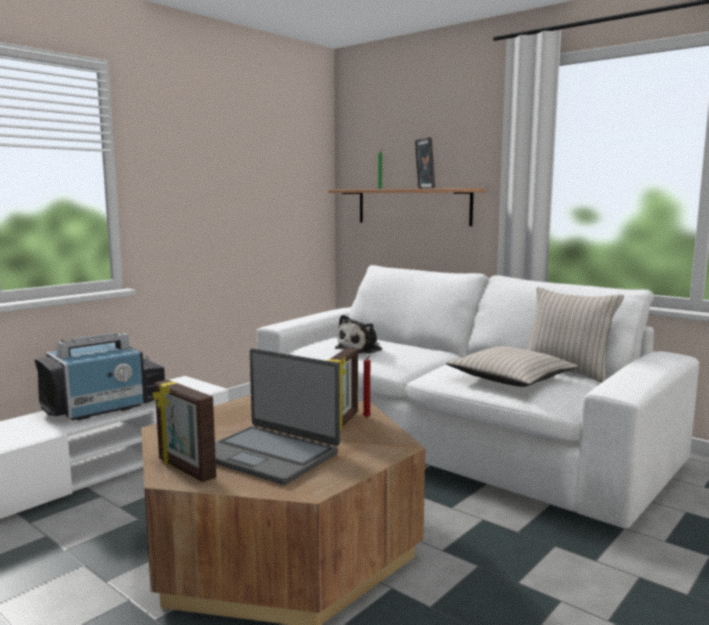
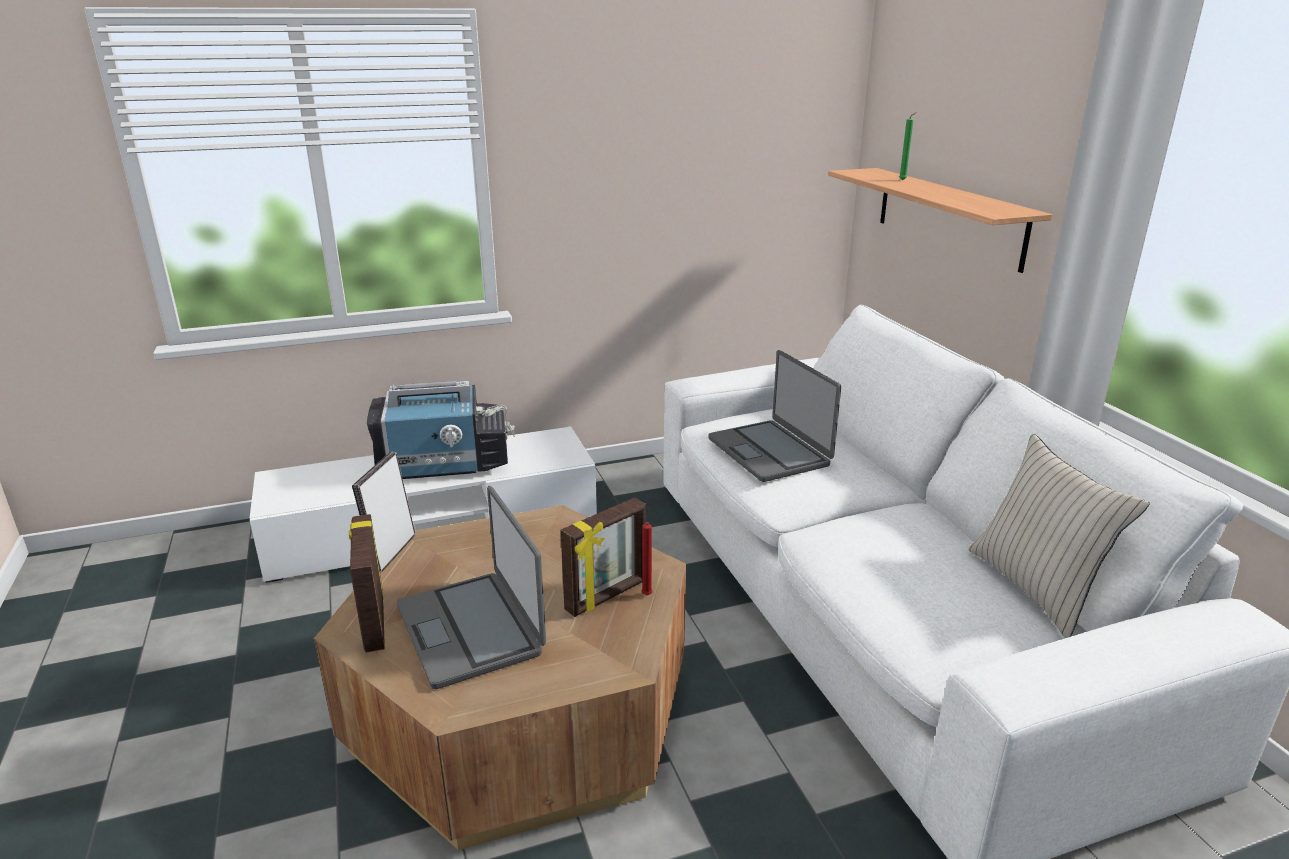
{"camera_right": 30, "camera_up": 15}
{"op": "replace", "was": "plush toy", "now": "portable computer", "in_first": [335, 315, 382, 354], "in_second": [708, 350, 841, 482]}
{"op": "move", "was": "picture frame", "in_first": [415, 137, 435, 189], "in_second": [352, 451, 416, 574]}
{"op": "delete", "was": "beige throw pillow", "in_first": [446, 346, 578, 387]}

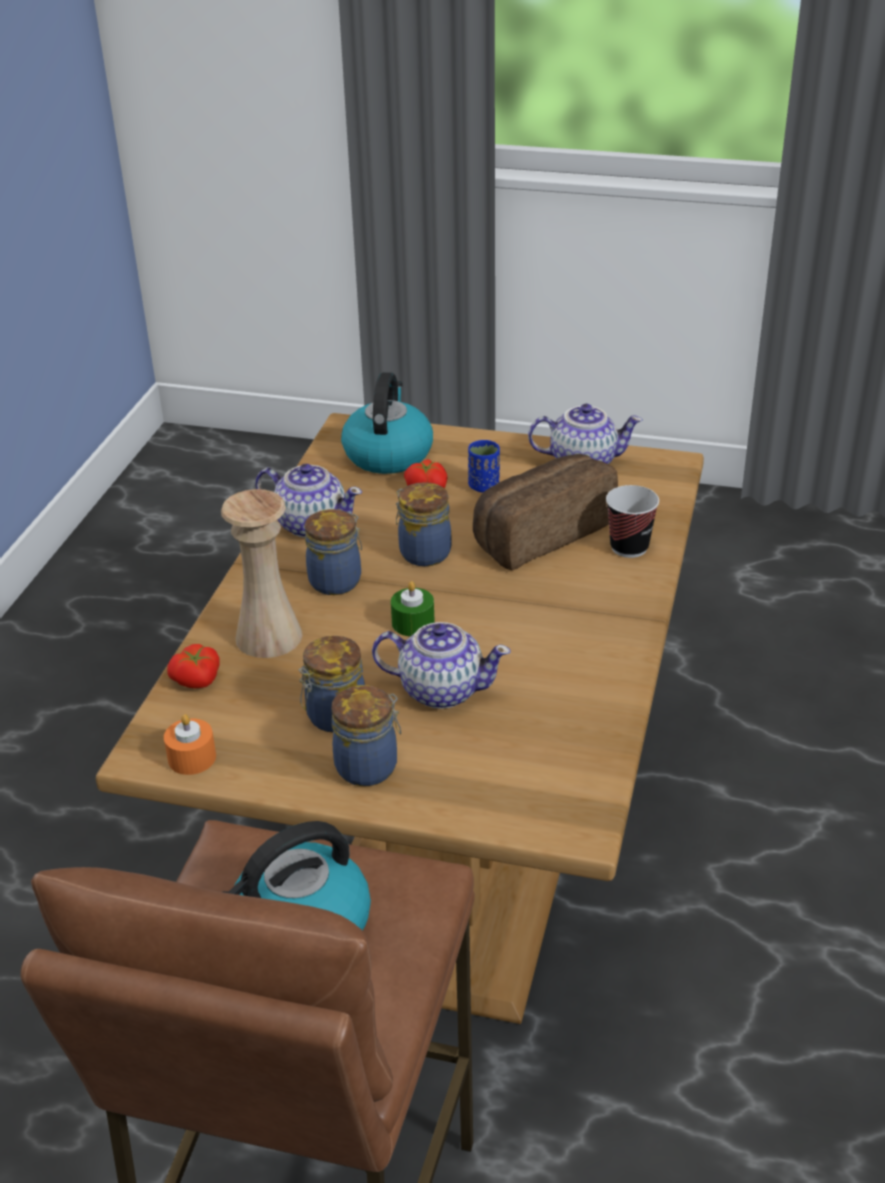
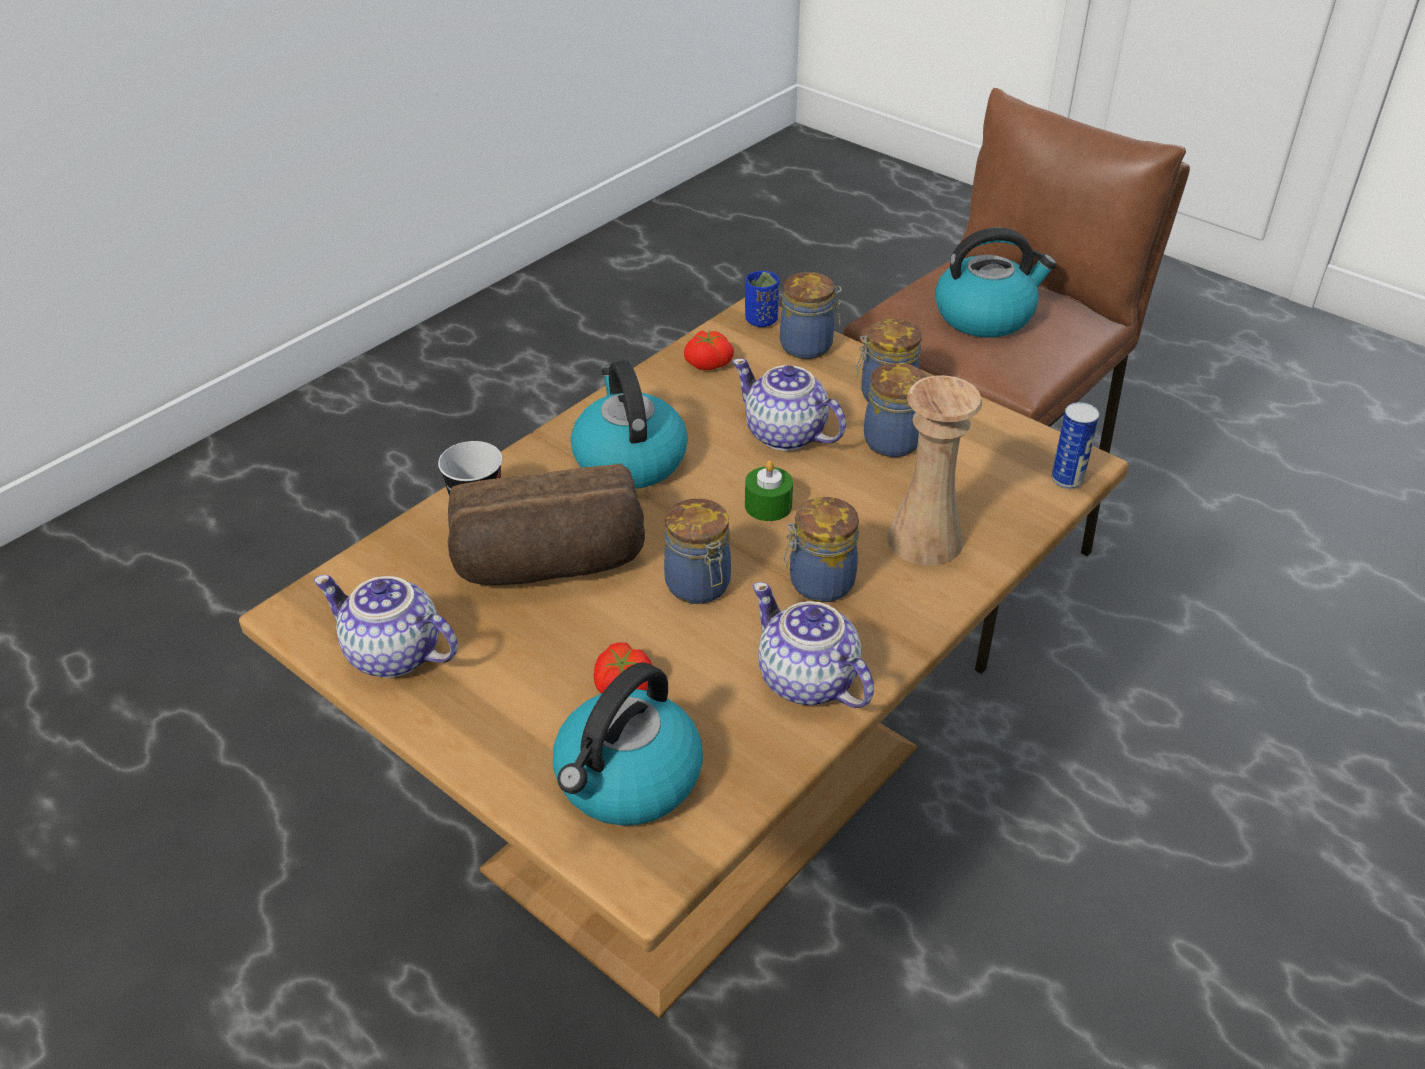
{"camera_right": -155, "camera_up": 5}
{"op": "delete", "was": "orange candle", "in_first": [164, 714, 216, 775]}
{"op": "move", "was": "fresh tomato", "in_first": [167, 644, 220, 688], "in_second": [684, 330, 734, 370]}
{"op": "move", "was": "blue cup", "in_first": [468, 440, 500, 492], "in_second": [745, 271, 779, 327]}
{"op": "insert", "now": "tea kettle", "in_second": [571, 360, 688, 489]}
{"op": "insert", "now": "jar", "in_second": [780, 272, 842, 359]}
{"op": "insert", "now": "sealed can", "in_second": [1051, 402, 1099, 489]}

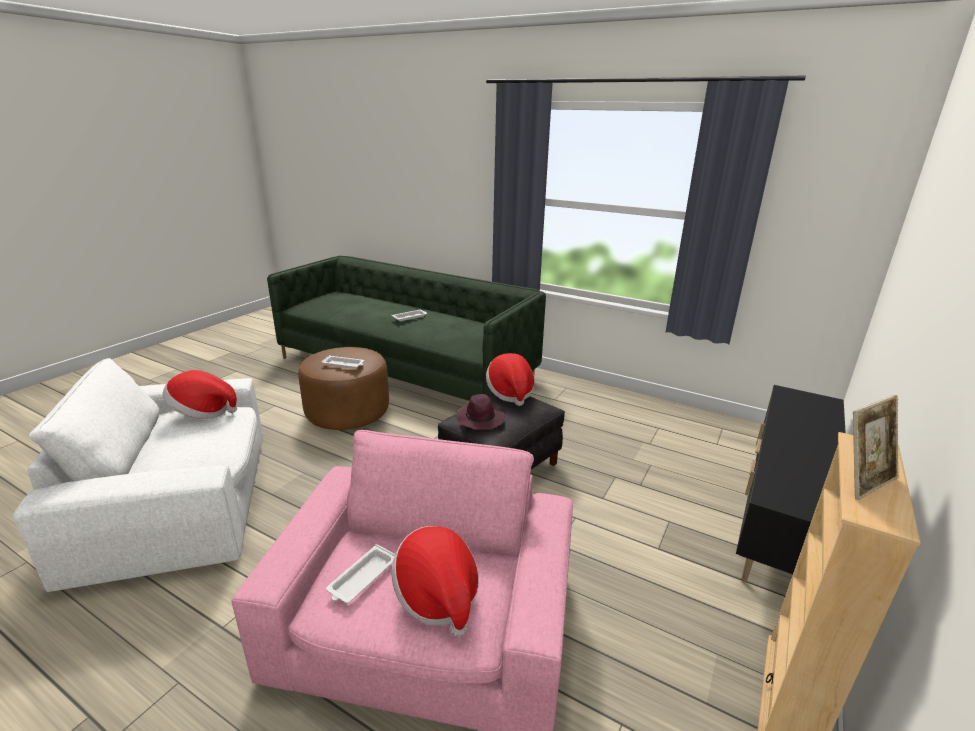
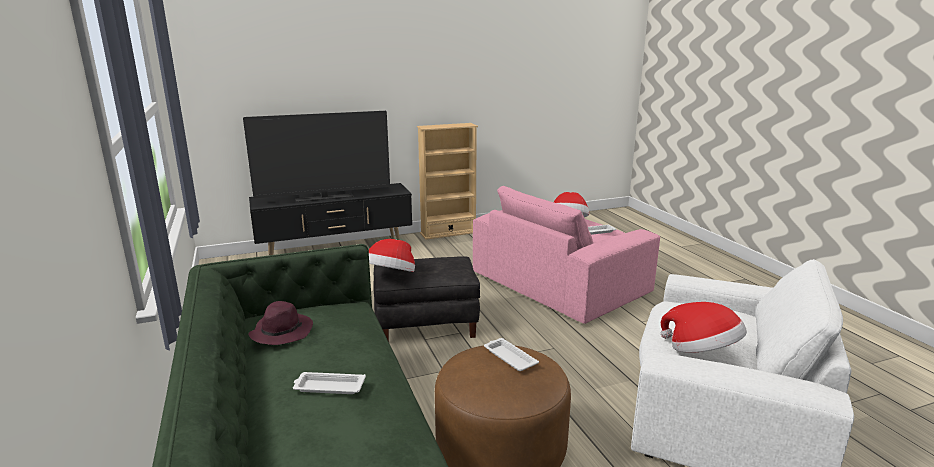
{"camera_right": -140, "camera_up": -5}
{"op": "move", "was": "purple wearable hat", "in_first": [457, 394, 505, 430], "in_second": [248, 301, 313, 345]}
{"op": "delete", "was": "picture frame", "in_first": [853, 395, 899, 500]}
{"op": "insert", "now": "TV", "in_second": [243, 111, 390, 202]}

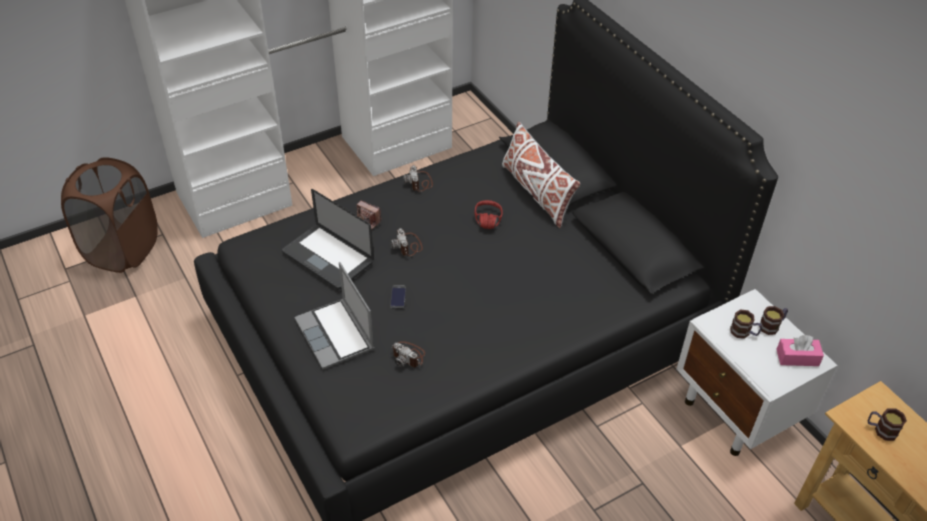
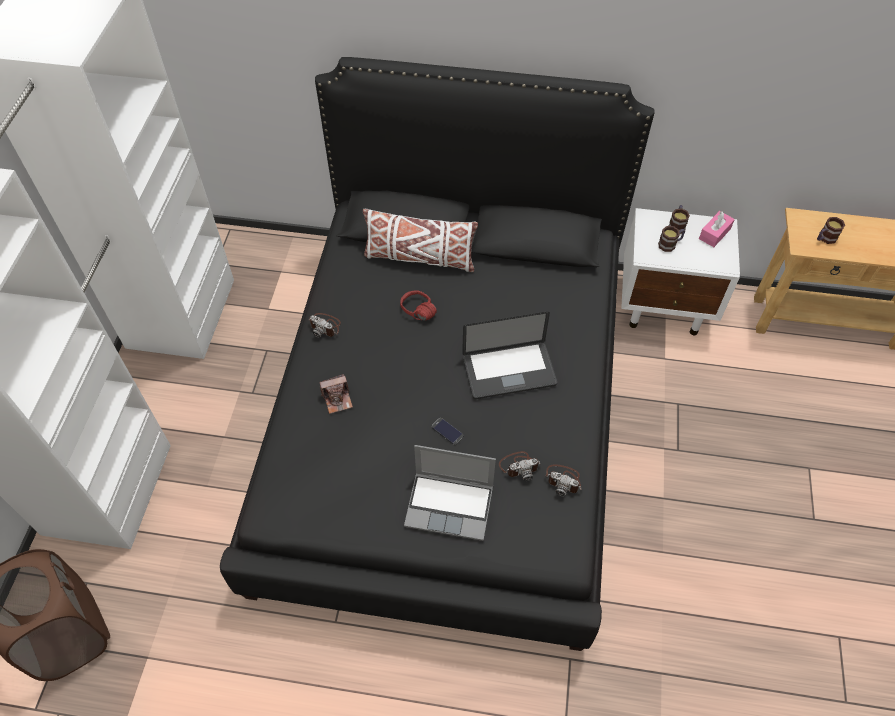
{"camera_right": -50, "camera_up": 10}
{"op": "move", "was": "portable computer", "in_first": [282, 189, 374, 290], "in_second": [462, 311, 557, 399]}
{"op": "move", "was": "photo camera", "in_first": [391, 228, 423, 256], "in_second": [545, 464, 582, 496]}

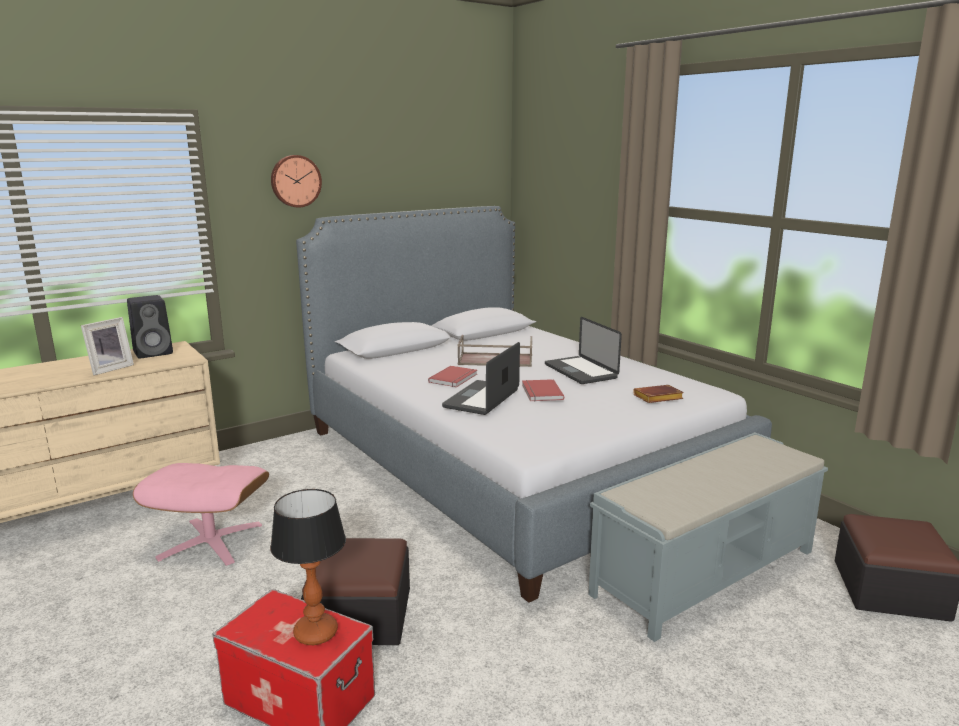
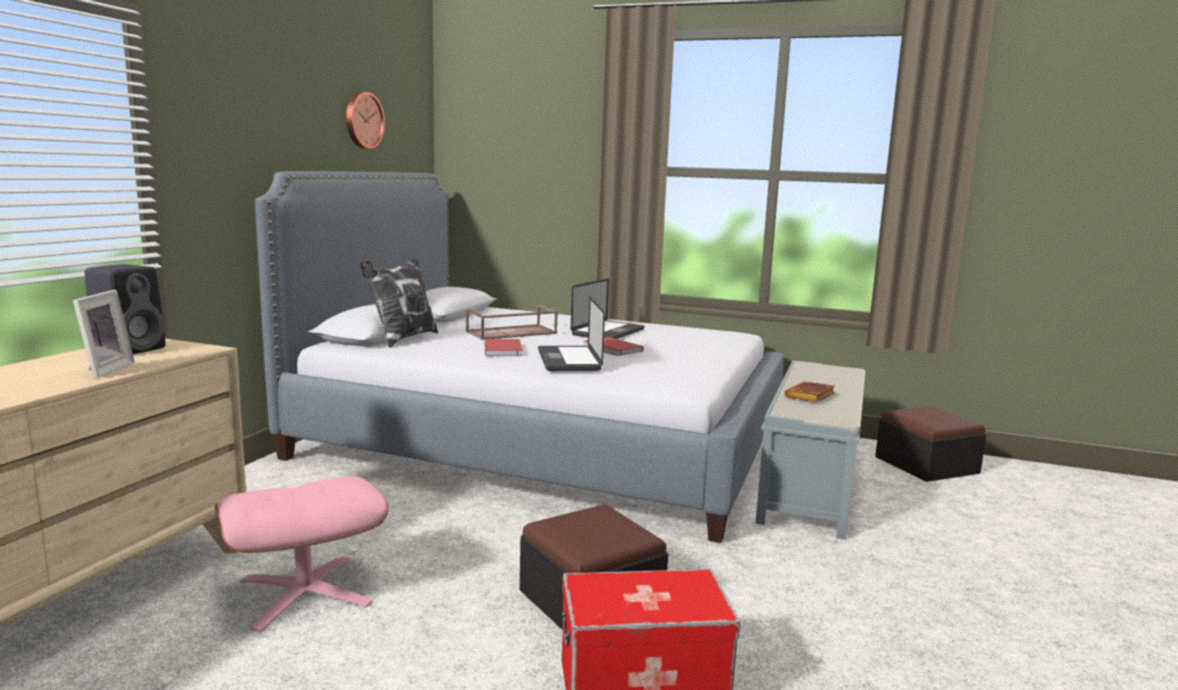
{"camera_right": -35, "camera_up": -5}
{"op": "delete", "was": "table lamp", "in_first": [270, 489, 346, 645]}
{"op": "move", "was": "hanging clock", "in_first": [271, 155, 322, 208], "in_second": [346, 92, 385, 149]}
{"op": "rotate", "was": "portable computer", "in_first": [545, 317, 622, 384], "in_second": [571, 278, 644, 339], "clockwise": -90}
{"op": "move", "was": "brownish bound book", "in_first": [633, 385, 684, 403], "in_second": [784, 381, 835, 402]}
{"op": "insert", "now": "throw pillow", "in_second": [360, 258, 438, 348]}

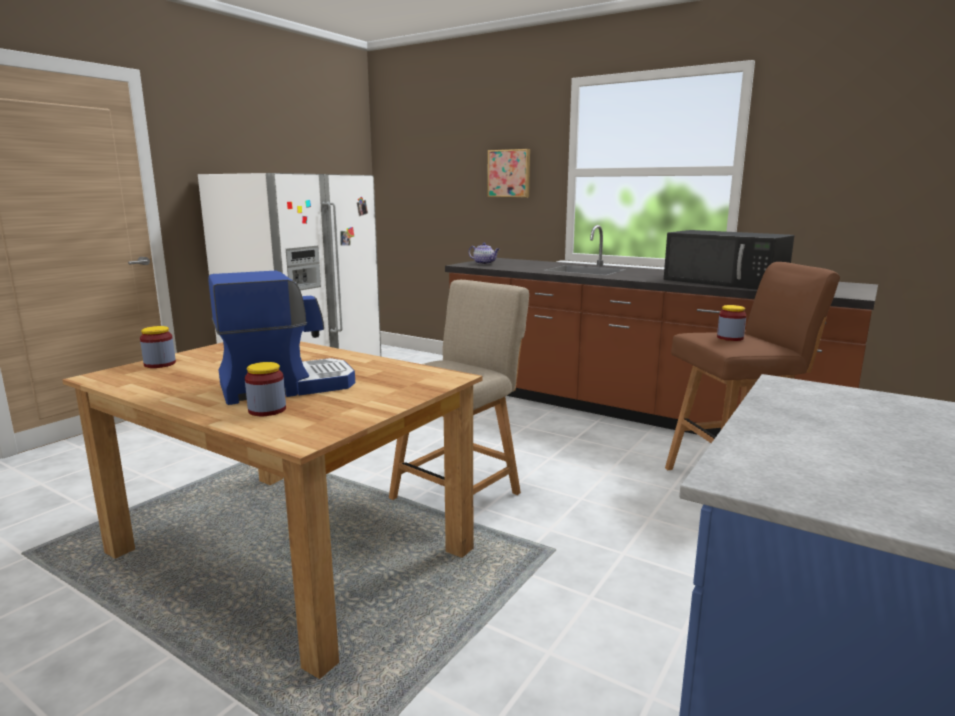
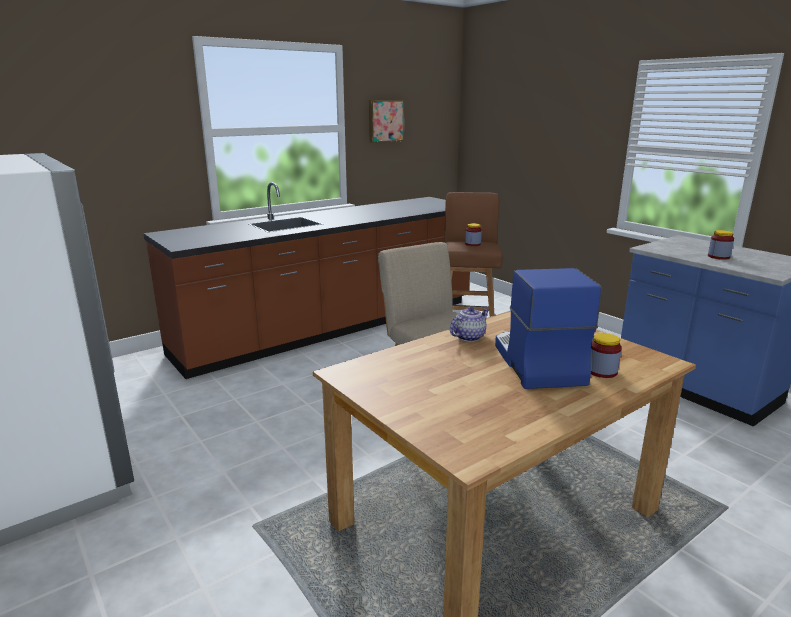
{"camera_right": -70, "camera_up": 5}
{"op": "move", "was": "jar", "in_first": [140, 326, 176, 368], "in_second": [708, 230, 734, 260]}
{"op": "move", "was": "tea pot", "in_first": [469, 242, 499, 264], "in_second": [450, 307, 489, 342]}
{"op": "move", "was": "picture", "in_first": [487, 149, 530, 197], "in_second": [369, 100, 404, 143]}
{"op": "delete", "was": "blackish microwave oven", "in_first": [664, 230, 794, 290]}

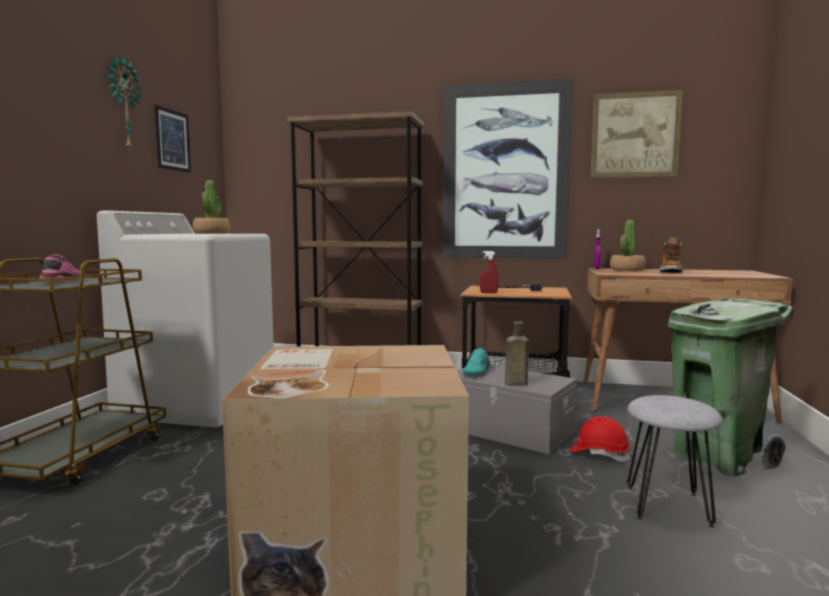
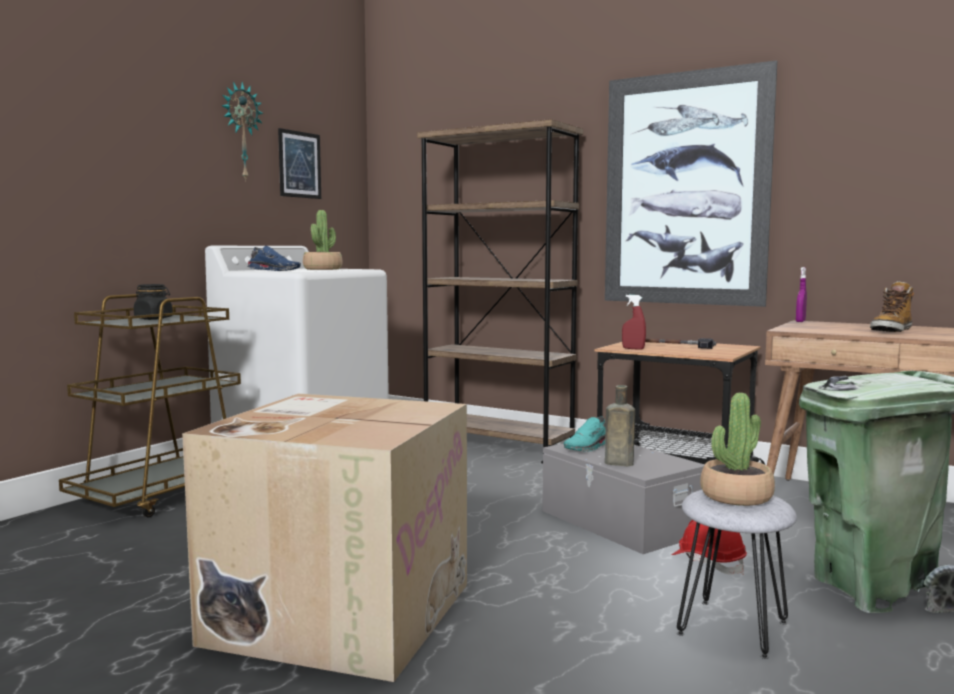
{"camera_right": 20, "camera_up": 0}
{"op": "replace", "was": "pink-coloured shoe", "now": "blackish jar", "in_first": [40, 254, 80, 282], "in_second": [134, 284, 172, 320]}
{"op": "delete", "was": "picture", "in_first": [590, 90, 683, 178]}
{"op": "move", "was": "plant in a pot", "in_first": [610, 220, 646, 271], "in_second": [700, 393, 775, 506]}
{"op": "insert", "now": "blue shoe", "in_second": [247, 246, 301, 271]}

